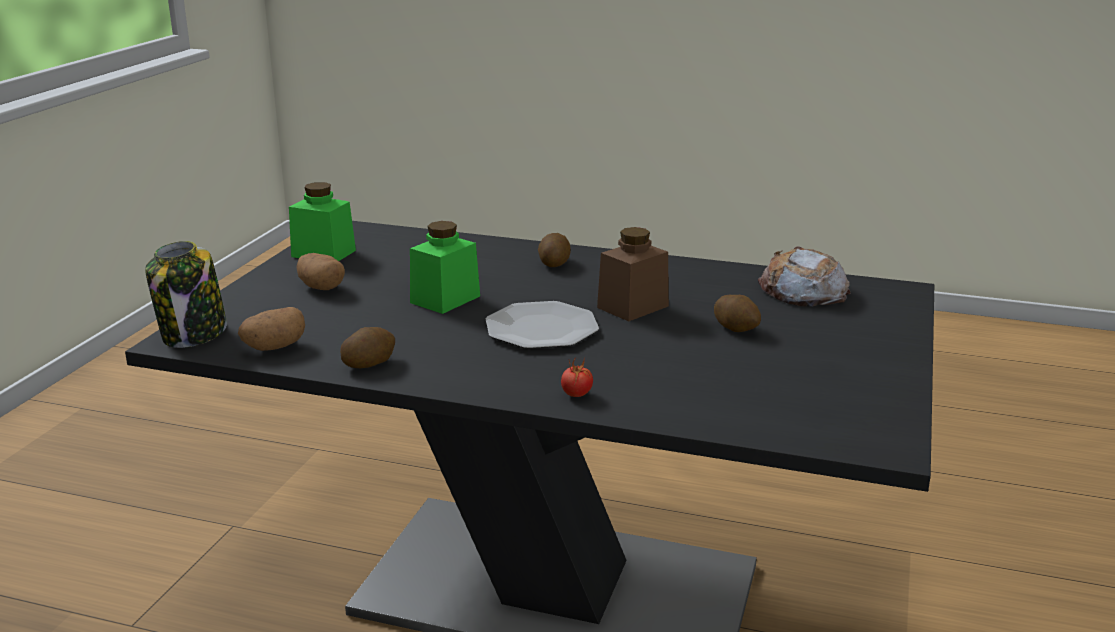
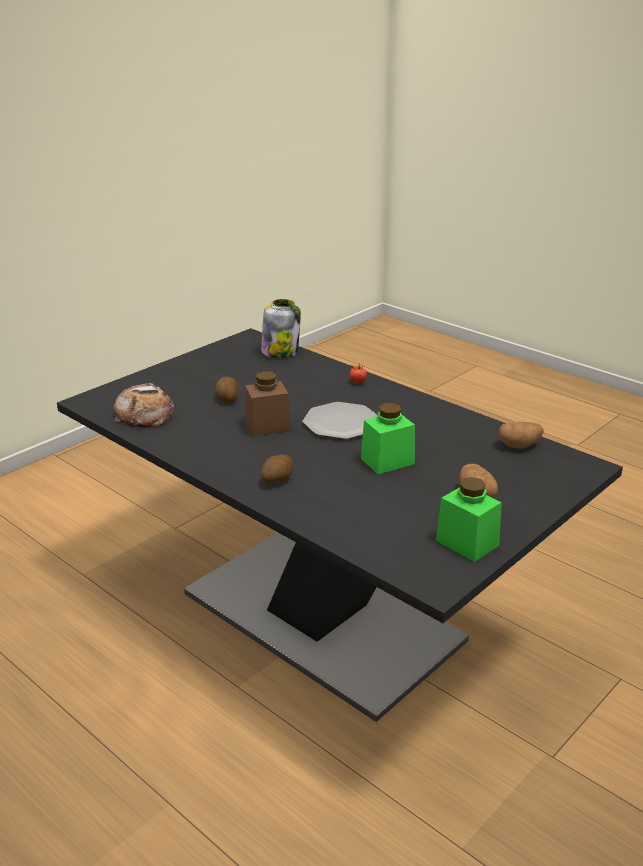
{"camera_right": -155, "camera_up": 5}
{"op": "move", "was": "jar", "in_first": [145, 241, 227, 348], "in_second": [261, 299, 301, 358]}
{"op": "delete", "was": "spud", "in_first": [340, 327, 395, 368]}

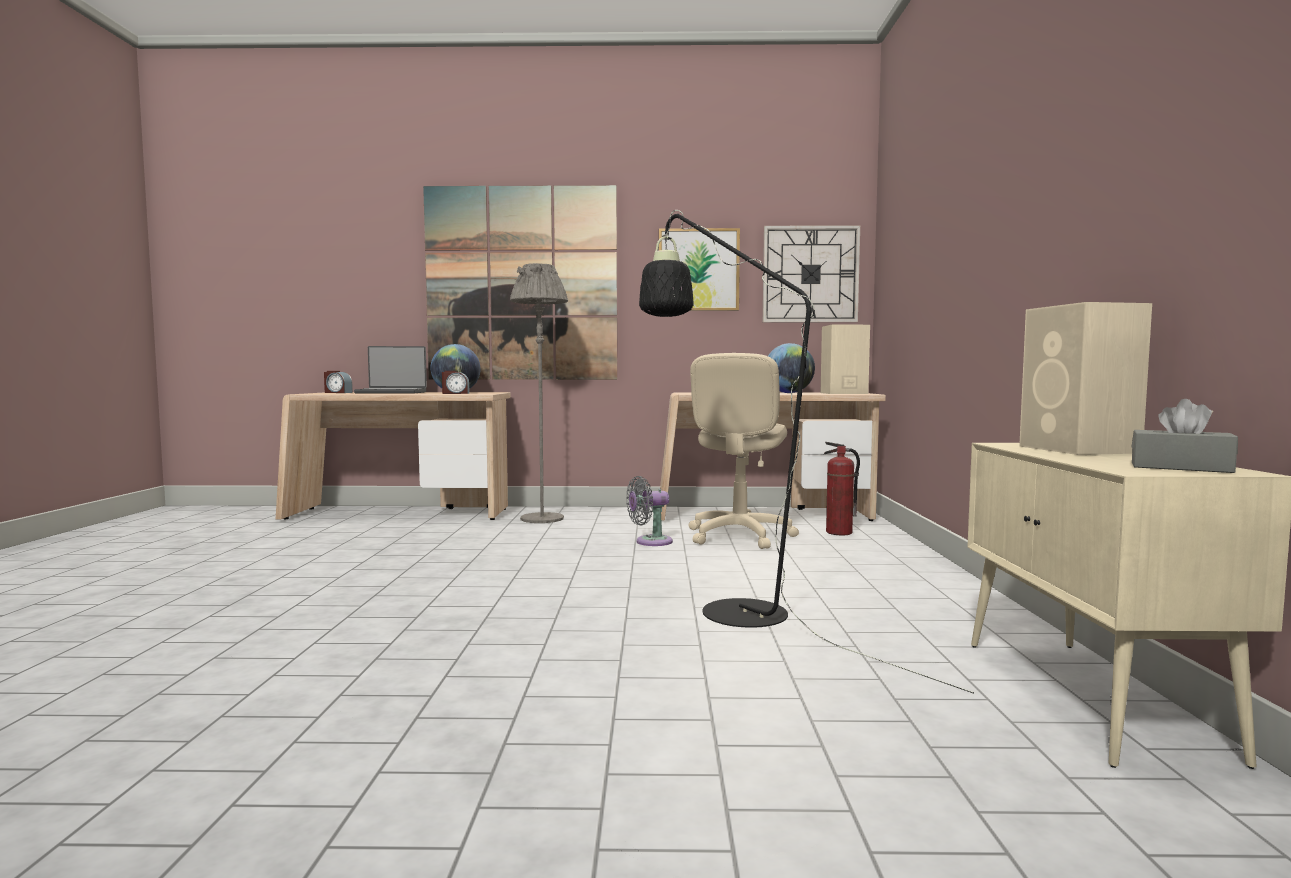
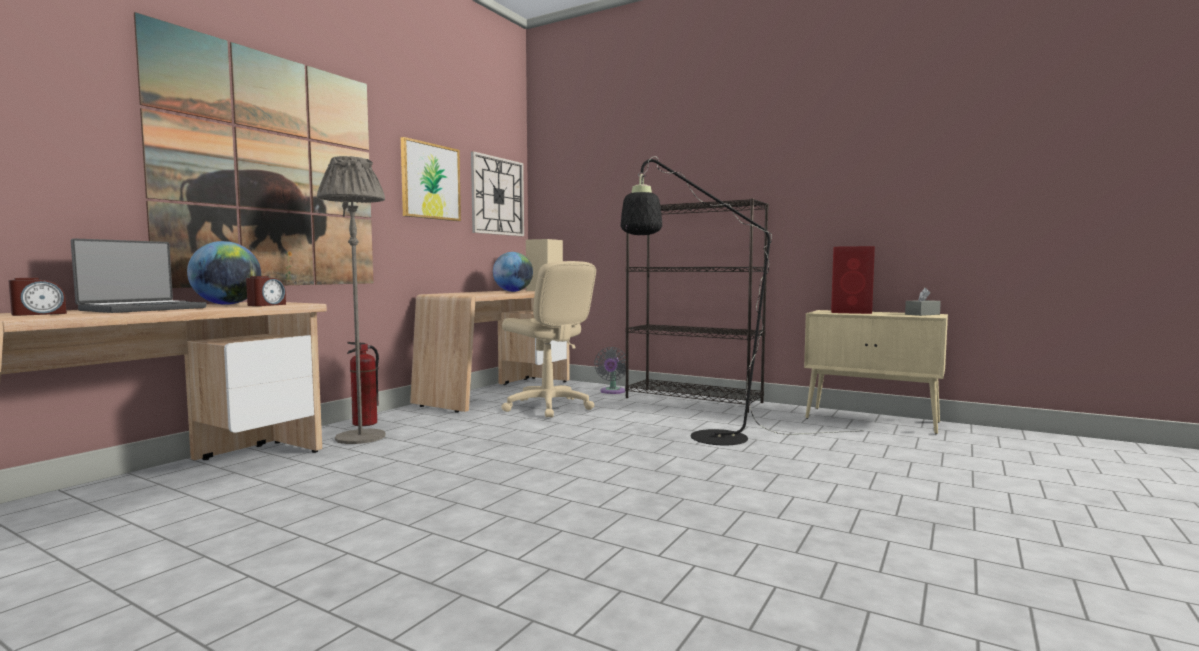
{"camera_right": -60, "camera_up": 0}
{"op": "move", "was": "grey cooling fan", "in_first": [626, 476, 673, 546], "in_second": [594, 347, 629, 394]}
{"op": "move", "was": "fire extinguisher", "in_first": [823, 442, 860, 535], "in_second": [347, 342, 379, 426]}
{"op": "recolor", "was": "beige speaker", "now": "red speaker", "in_first": [1019, 302, 1152, 455], "in_second": [831, 246, 875, 314]}
{"op": "insert", "now": "blackish bookcase", "in_second": [625, 198, 769, 413]}

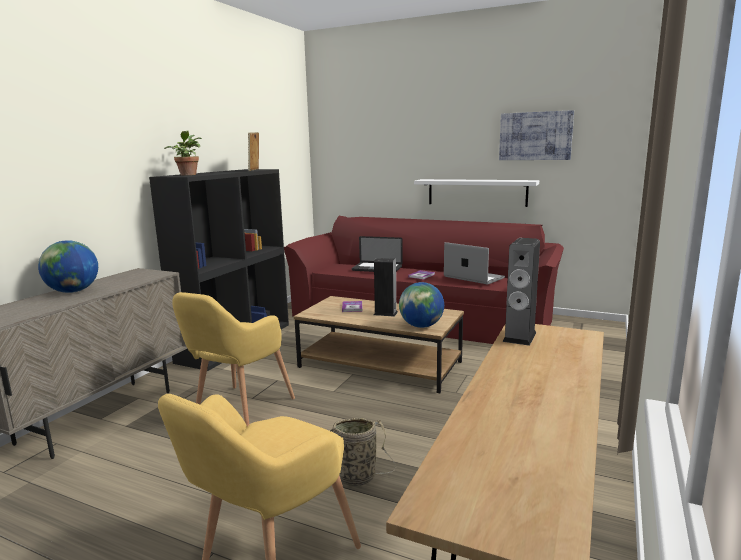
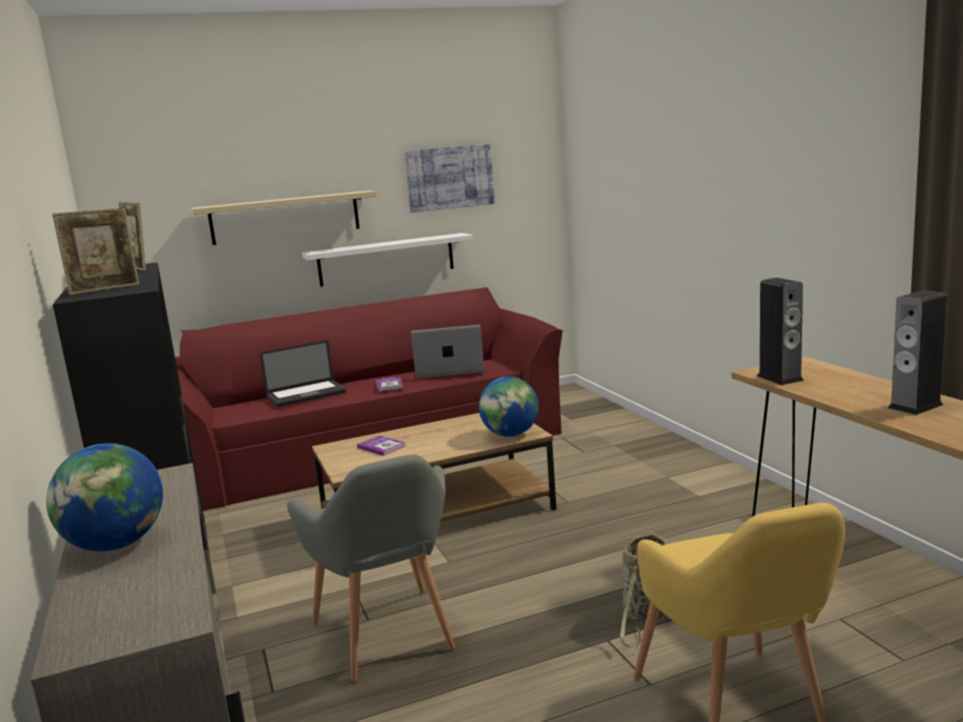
{"camera_right": -45, "camera_up": 0}
{"op": "replace", "was": "plant in a pot", "now": "picture frame", "in_first": [164, 131, 202, 175], "in_second": [52, 208, 140, 295]}
{"op": "recolor", "was": "yellow easy chair", "now": "grey easy chair", "in_first": [172, 292, 295, 427], "in_second": [287, 455, 455, 682]}
{"op": "move", "was": "speaker", "in_first": [374, 258, 398, 317], "in_second": [888, 290, 947, 415]}
{"op": "insert", "now": "beige shelf", "in_second": [191, 191, 376, 245]}

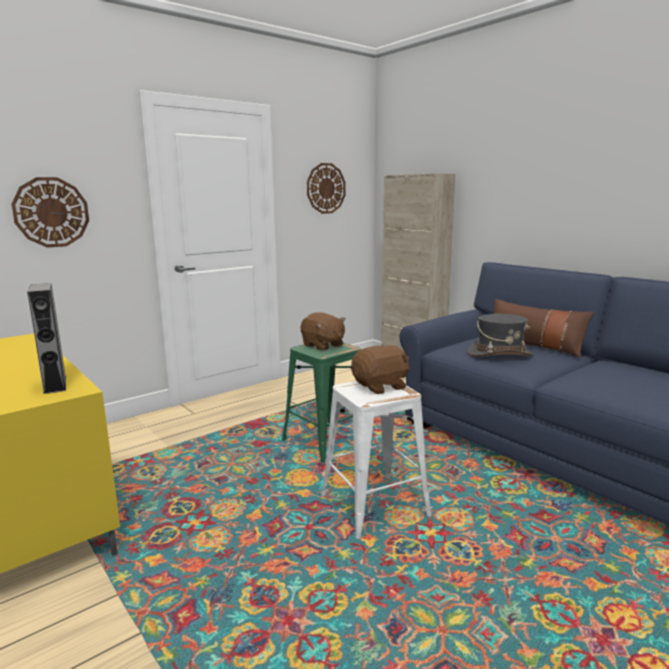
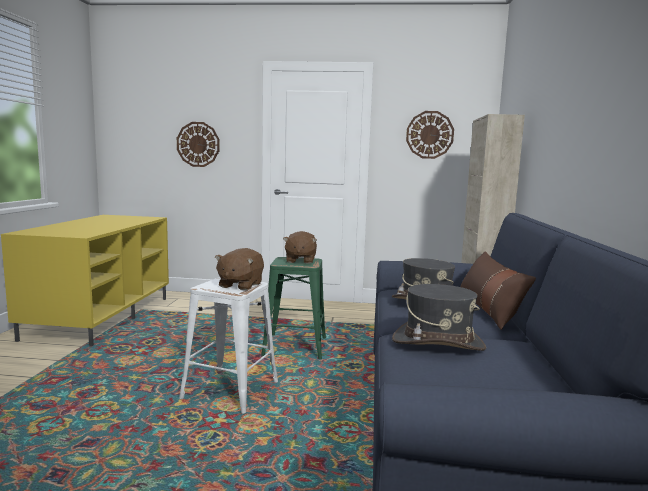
{"camera_right": 45, "camera_up": -5}
{"op": "delete", "was": "grey speaker", "in_first": [27, 283, 66, 394]}
{"op": "rotate", "was": "brownish plush toy", "in_first": [351, 345, 409, 394], "in_second": [215, 248, 264, 290], "clockwise": 90}
{"op": "insert", "now": "grey wearable hat", "in_second": [392, 284, 486, 351]}

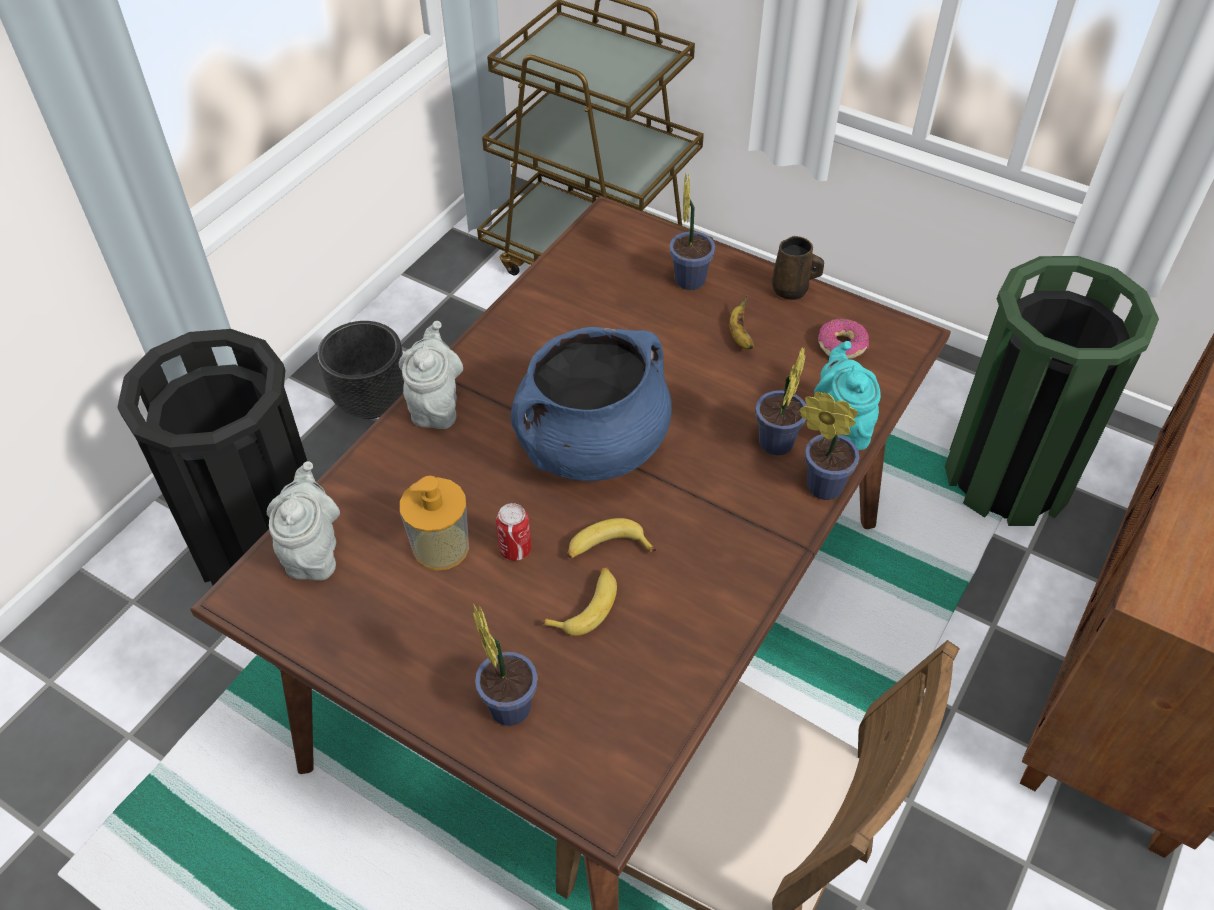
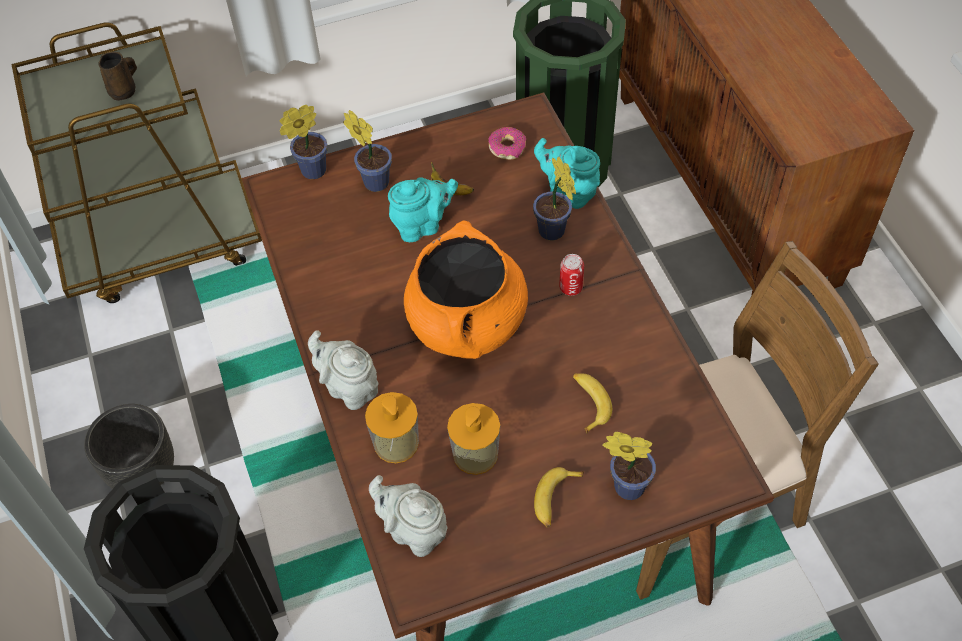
{"camera_right": -50, "camera_up": 5}
{"op": "move", "was": "sealed can", "in_first": [496, 503, 532, 561], "in_second": [559, 254, 584, 296]}
{"op": "recolor", "was": "blue stockpot", "now": "orange stockpot", "in_first": [511, 327, 672, 481], "in_second": [404, 220, 528, 359]}
{"op": "move", "was": "banana fruit", "in_first": [567, 518, 656, 558], "in_second": [534, 467, 584, 527]}
{"op": "move", "was": "brownish tea mug", "in_first": [772, 236, 824, 300], "in_second": [99, 51, 137, 101]}
{"op": "move", "was": "plant in a pot", "in_first": [799, 391, 860, 500], "in_second": [279, 105, 328, 179]}
{"op": "insert", "now": "soap bottle", "in_second": [365, 392, 419, 463]}
{"op": "insert", "now": "blue-green tea pot", "in_second": [388, 177, 458, 242]}

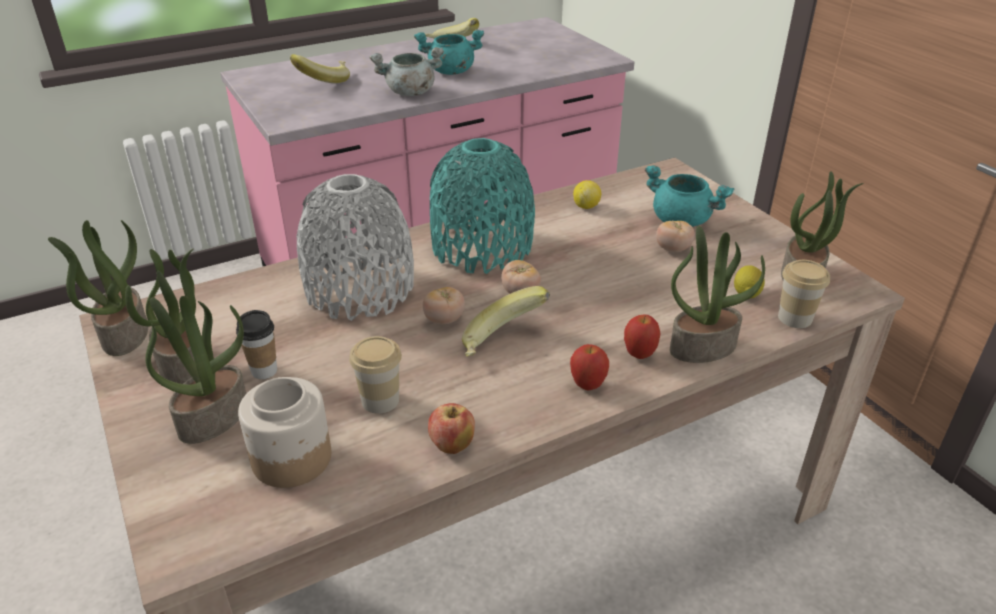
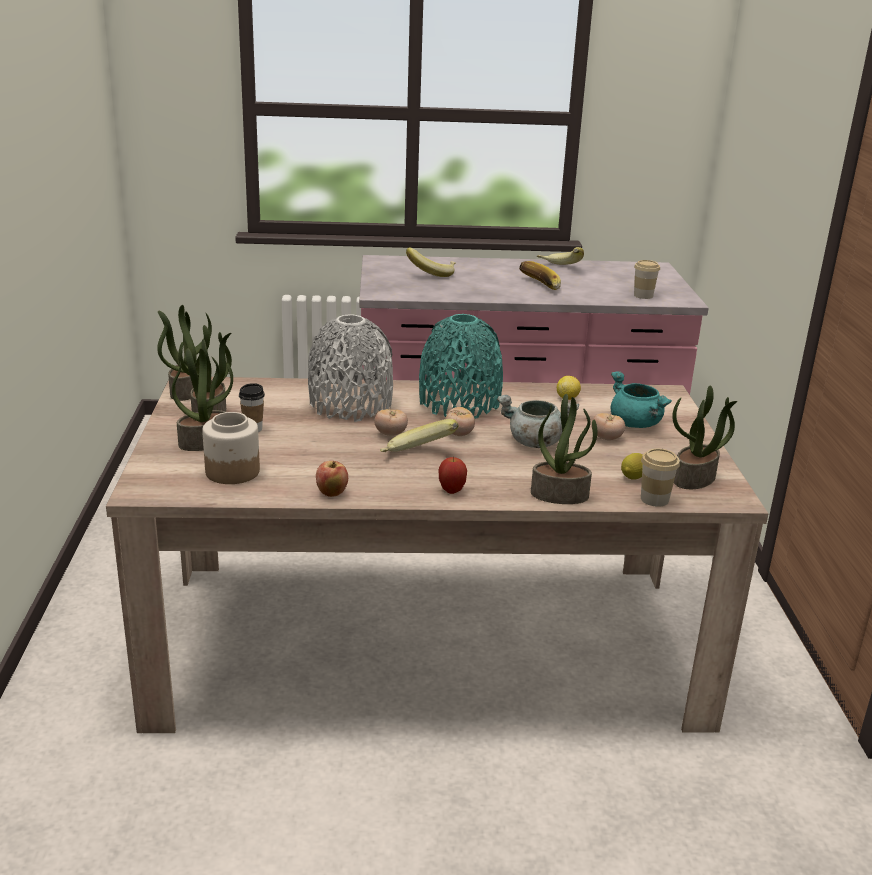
{"camera_right": 25, "camera_up": -10}
{"op": "move", "was": "cup", "in_first": [349, 336, 402, 414], "in_second": [634, 260, 660, 299]}
{"op": "move", "was": "grey stockpot", "in_first": [369, 47, 444, 96], "in_second": [497, 395, 579, 448]}
{"op": "replace", "was": "blue-green stockpot", "now": "banana fruit", "in_first": [414, 30, 484, 75], "in_second": [519, 261, 561, 290]}
{"op": "delete", "was": "apple", "in_first": [624, 315, 661, 359]}

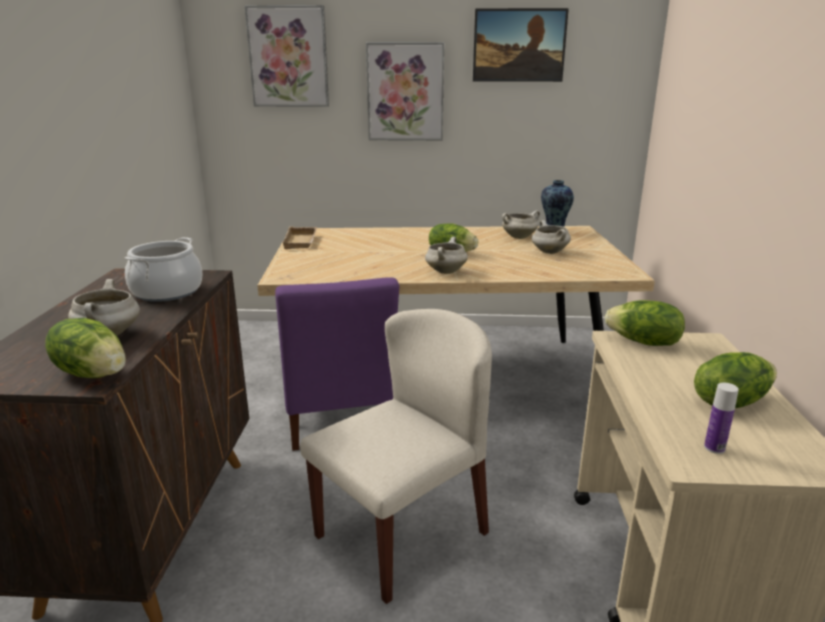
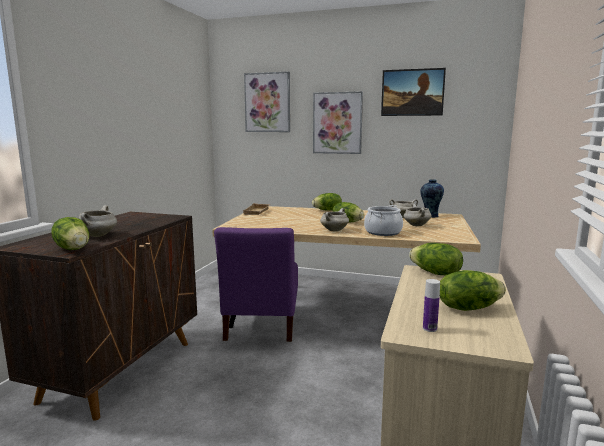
{"camera_right": 15, "camera_up": -10}
{"op": "move", "was": "stockpot", "in_first": [125, 237, 202, 302], "in_second": [364, 205, 403, 236]}
{"op": "delete", "was": "beige chair", "in_first": [300, 309, 492, 604]}
{"op": "insert", "now": "lettuce head", "in_second": [312, 193, 342, 211]}

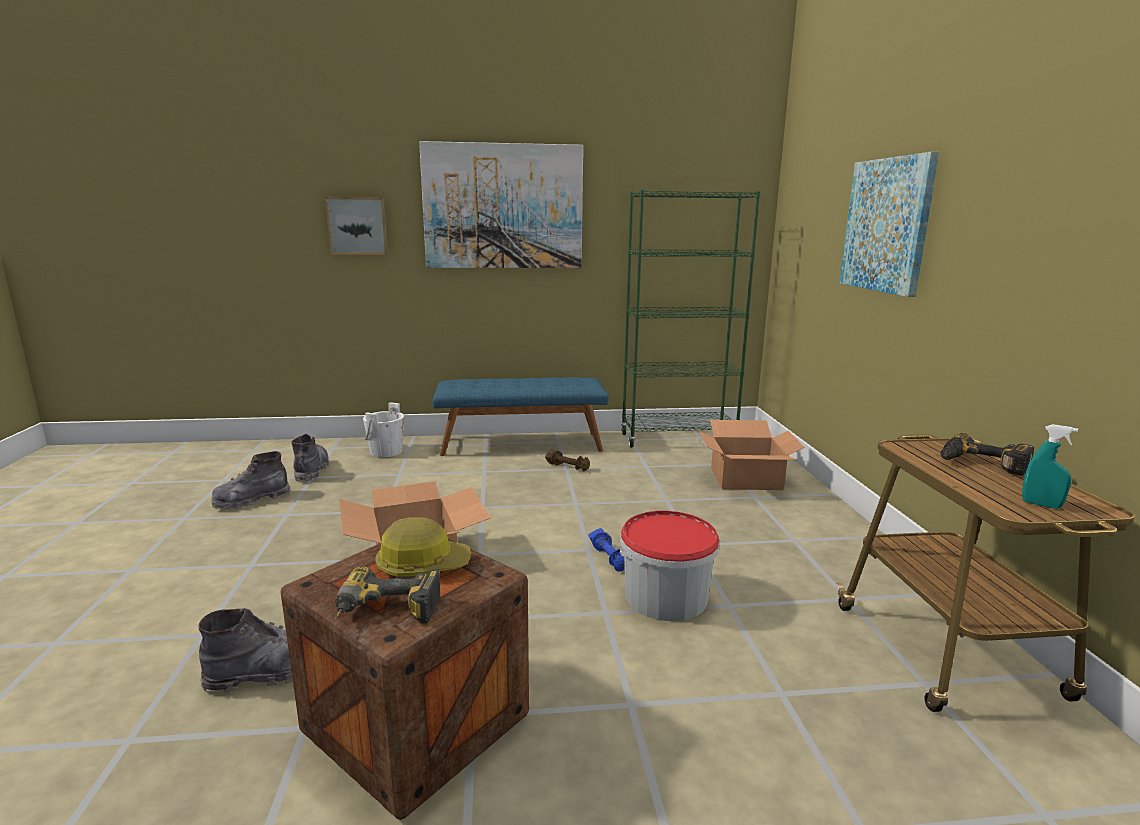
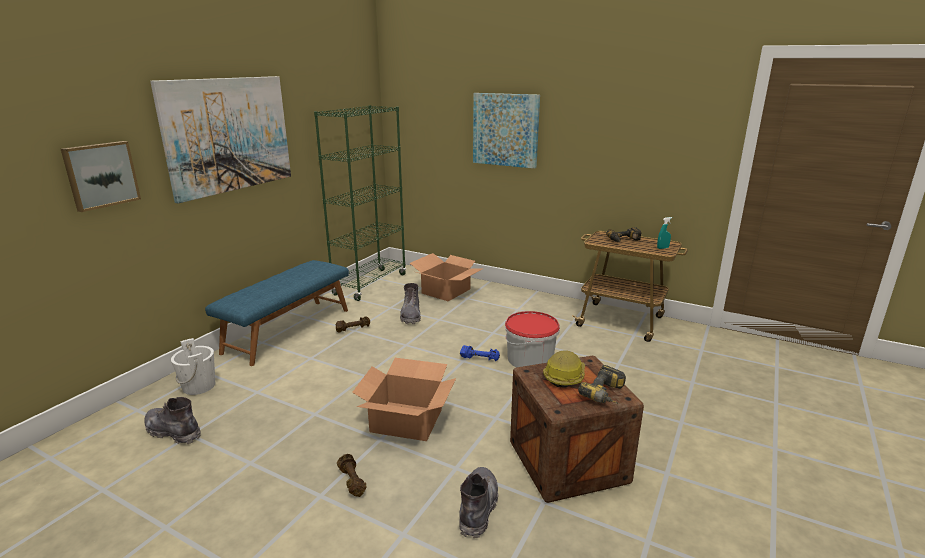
{"camera_right": -55, "camera_up": 5}
{"op": "move", "was": "grey boot", "in_first": [211, 451, 290, 510], "in_second": [400, 283, 421, 324]}
{"op": "insert", "now": "brownish dumbbell", "in_second": [337, 454, 367, 497]}

